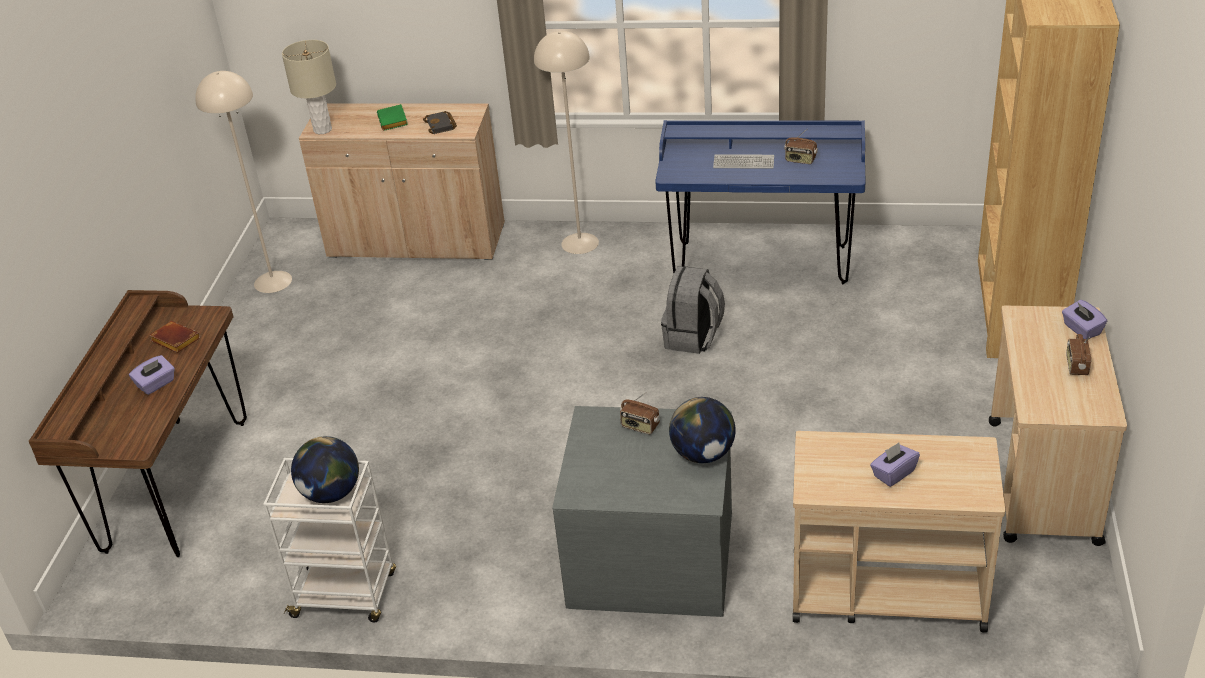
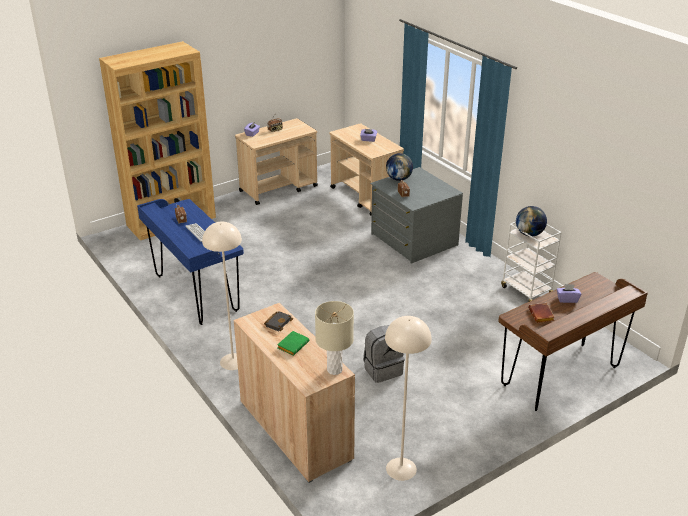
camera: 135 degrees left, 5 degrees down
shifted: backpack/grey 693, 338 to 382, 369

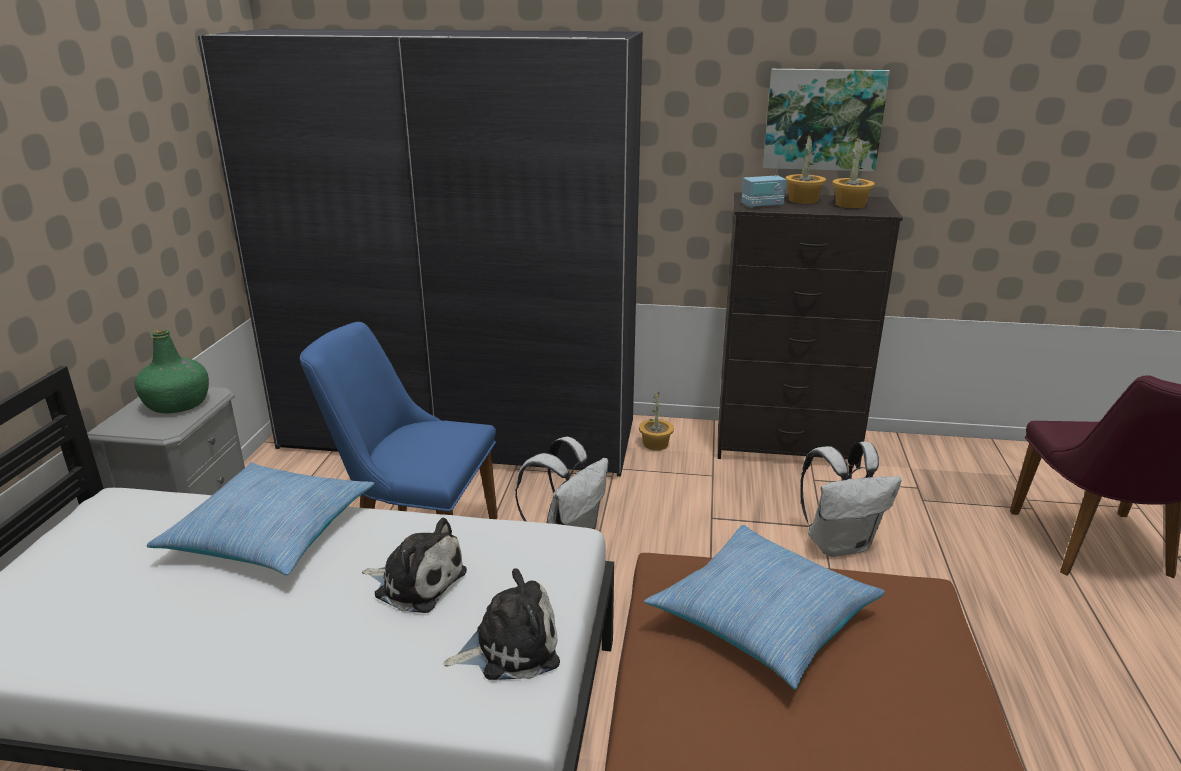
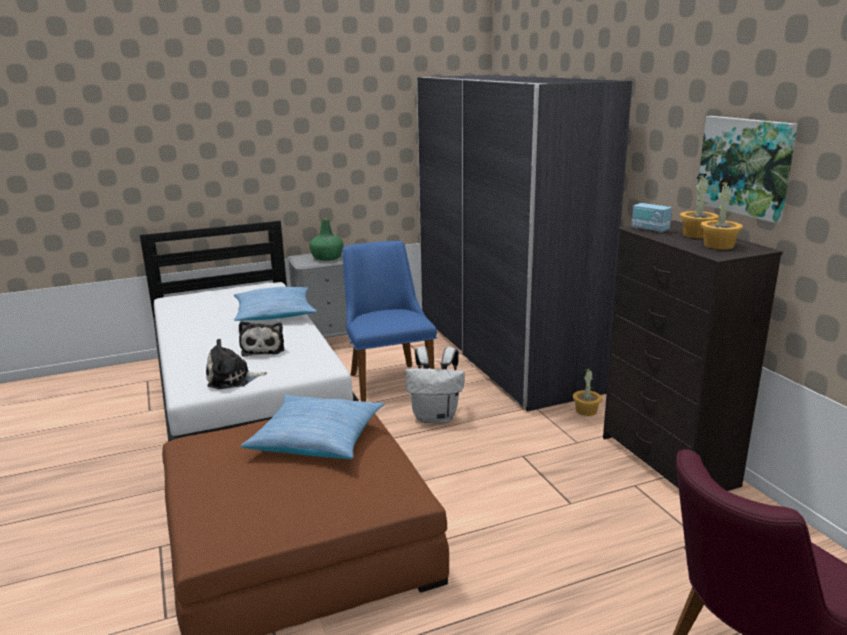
camera: 60 degrees right, 5 degrees down
gone: backpack/white 839, 543
rotated: plush toy 510, 647 = 232, 379 120 degrees clockwise

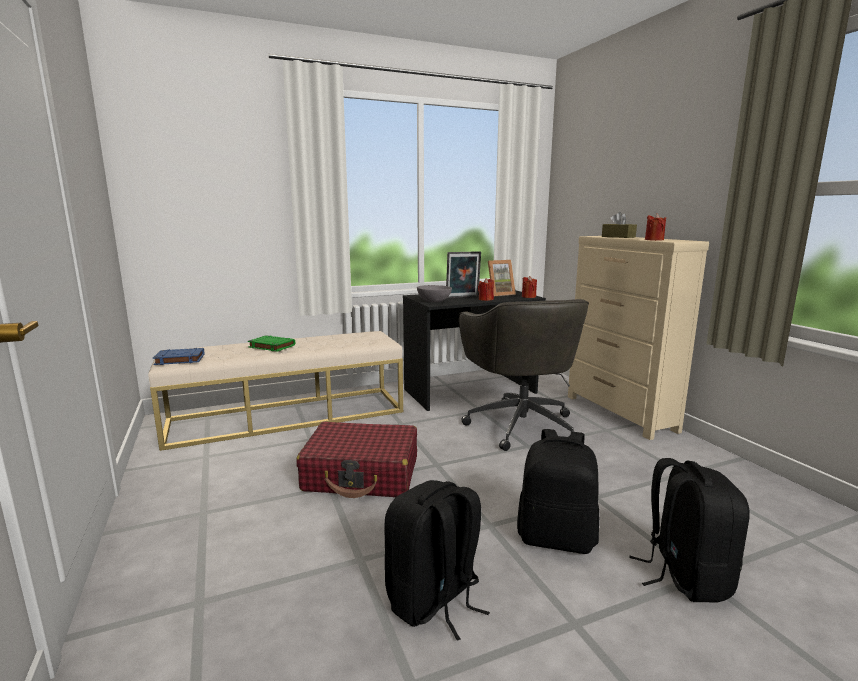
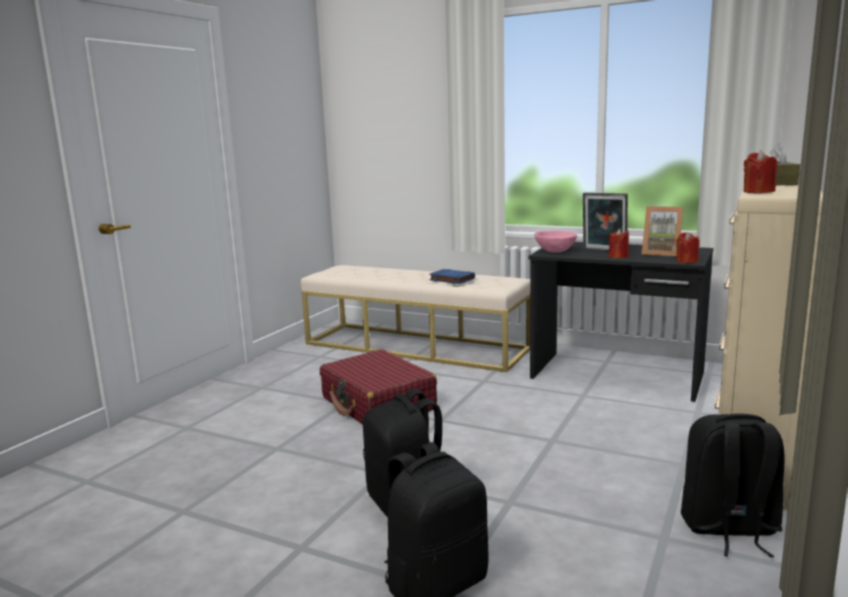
camera: 50 degrees right, 0 degrees up
gone: book/green 271, 346; office chair/grey 520, 424
shifted: book/blue 179, 360 to 451, 279; backpack/black 434, 601 to 729, 529
repainted: bowl/grey 434, 301 to bowl/pink 555, 251

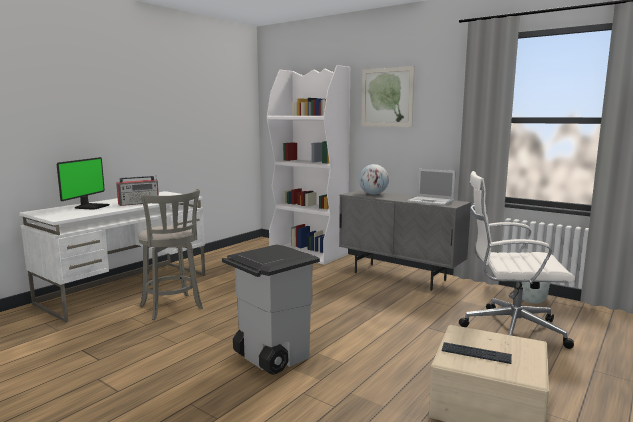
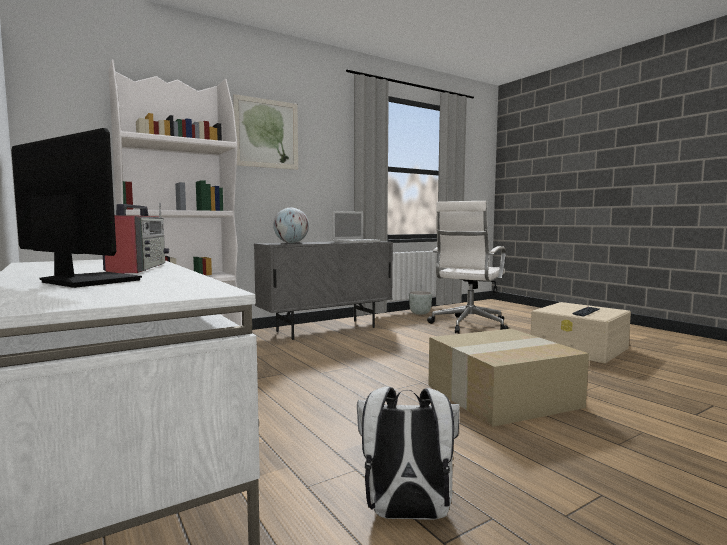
camera: 70 degrees left, 5 degrees down
gone: stool/grey 172, 308
new: backpack/white 406, 515
swapped: trash can/grey 271, 357 to cardboard box 501, 396

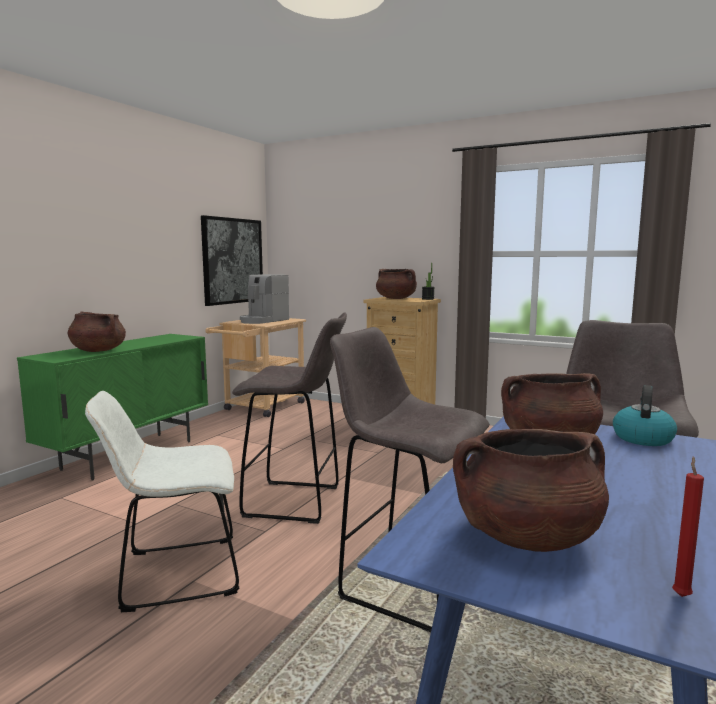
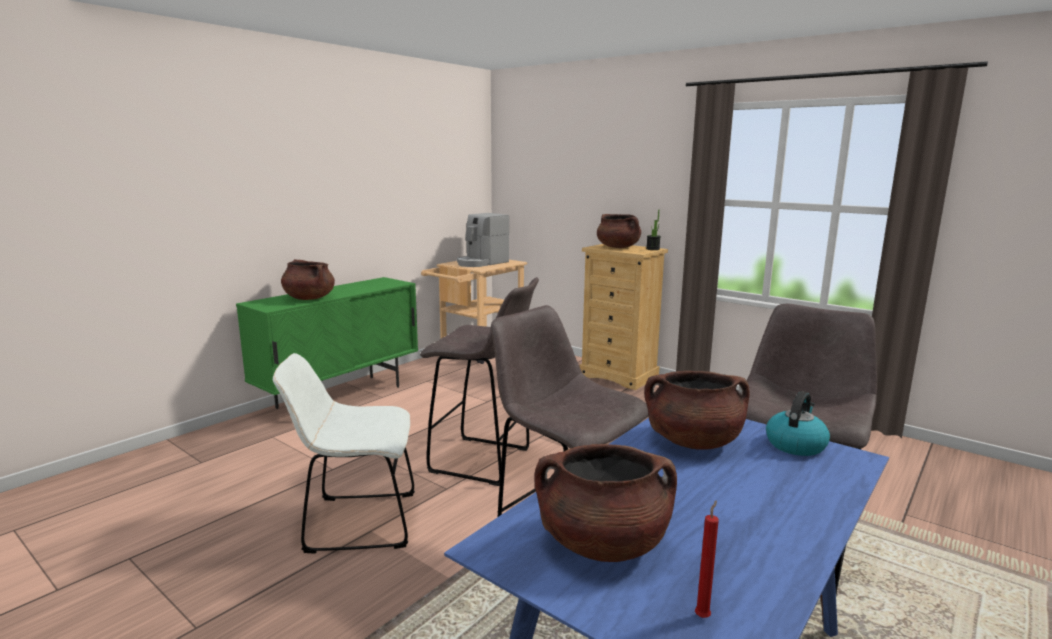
camera: 10 degrees right, 5 degrees up
gone: picture 232, 261

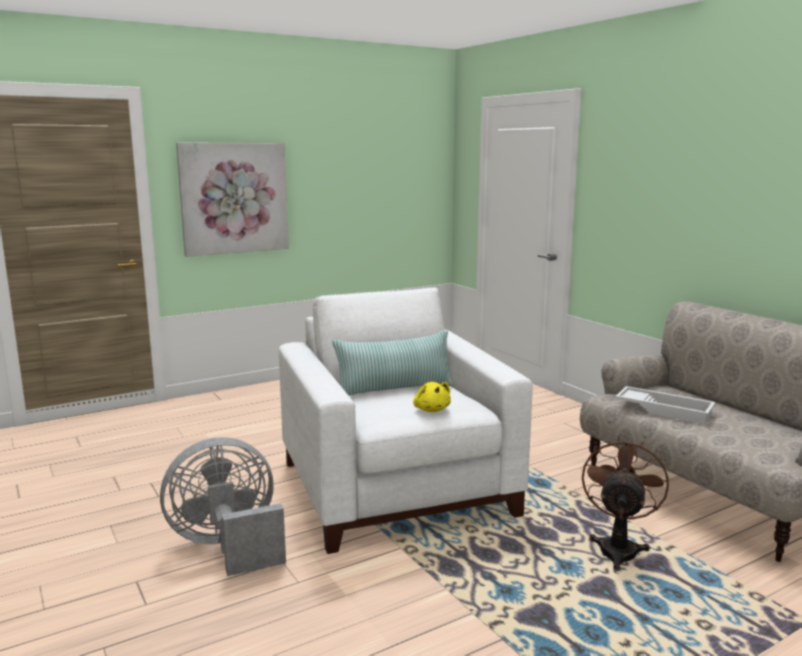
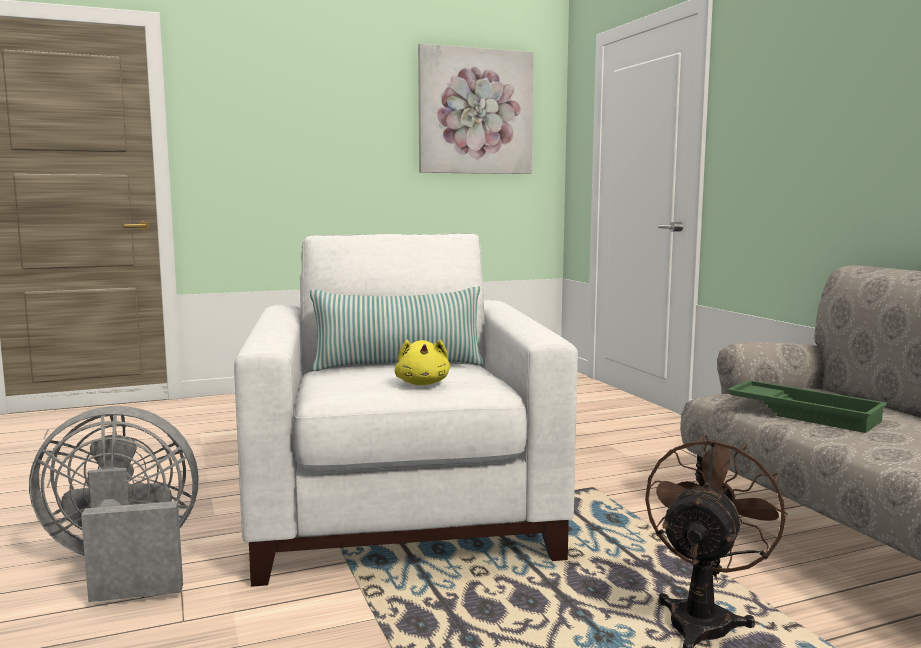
camera: 10 degrees right, 5 degrees down
shifted: picture 234, 198 to 475, 111
repainted: tray/white 665, 410 to tray/green 805, 413

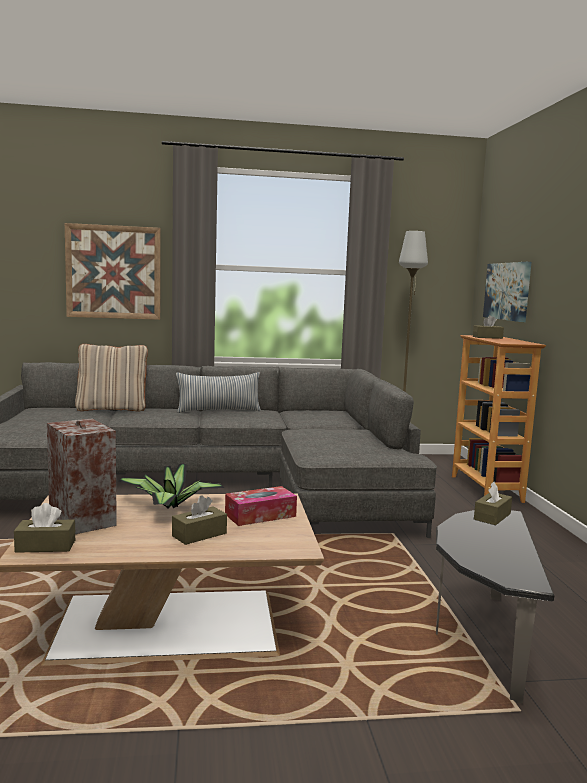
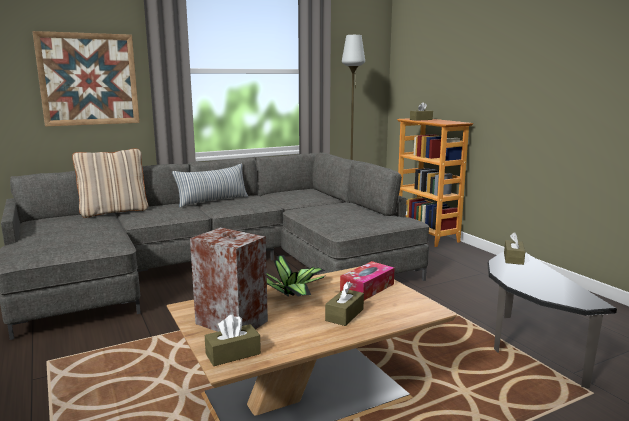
camera: 20 degrees left, 5 degrees up
gone: picture 507, 291

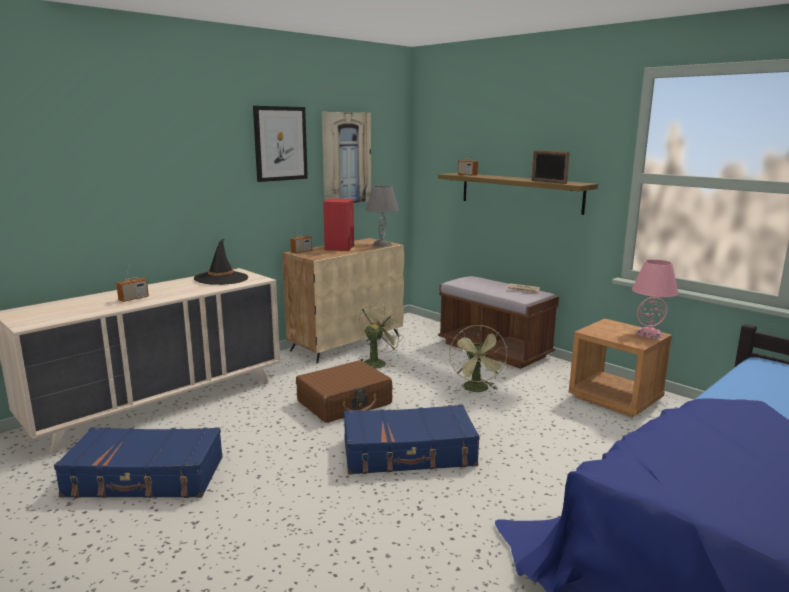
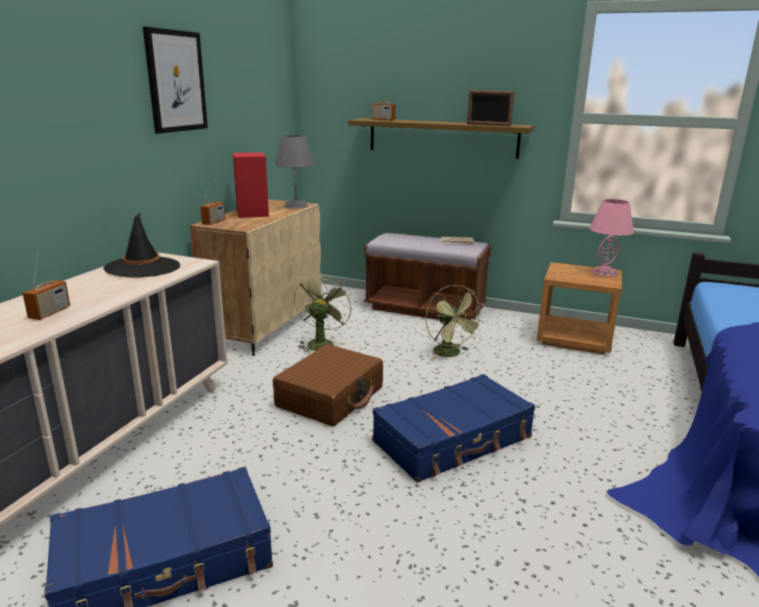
camera: 25 degrees left, 5 degrees up
gone: picture 346, 158

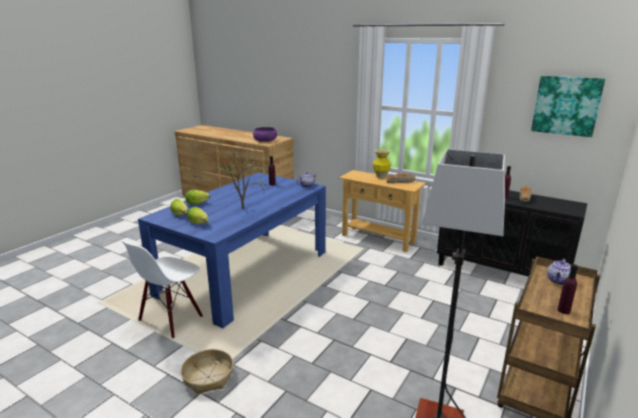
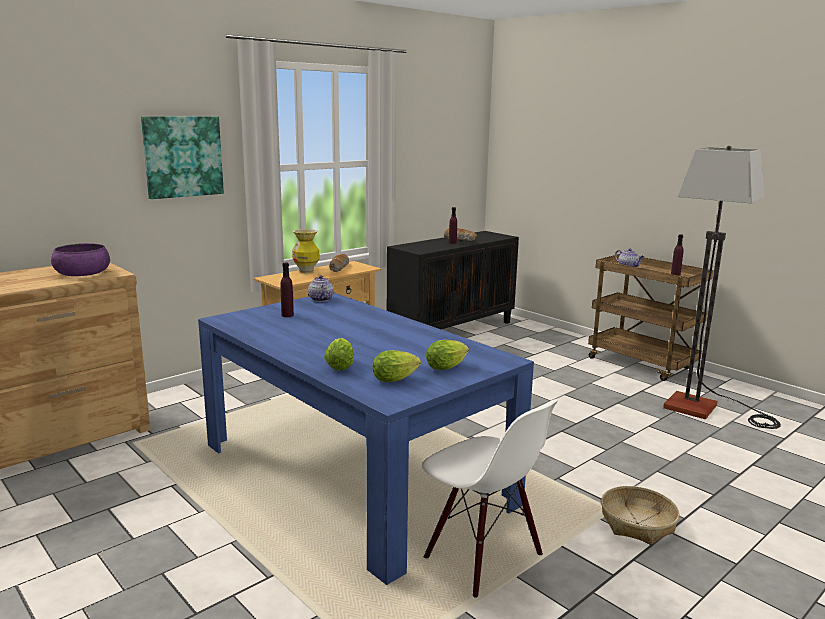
camera: 75 degrees left, 5 degrees down
gone: potted plant 243, 209
shifted: picture 566, 105 to 183, 156

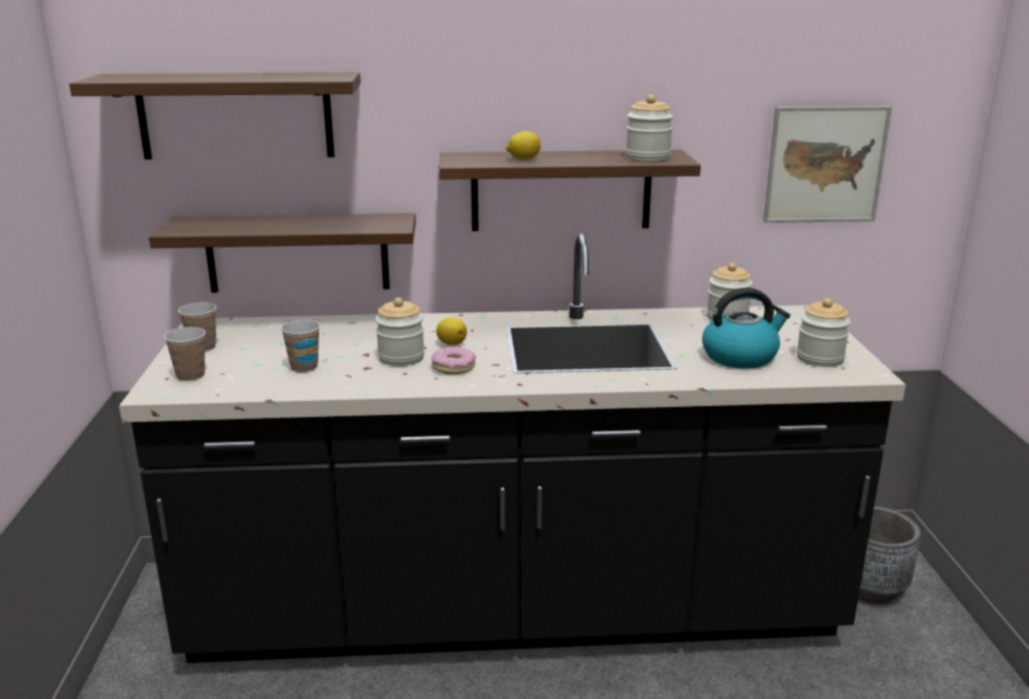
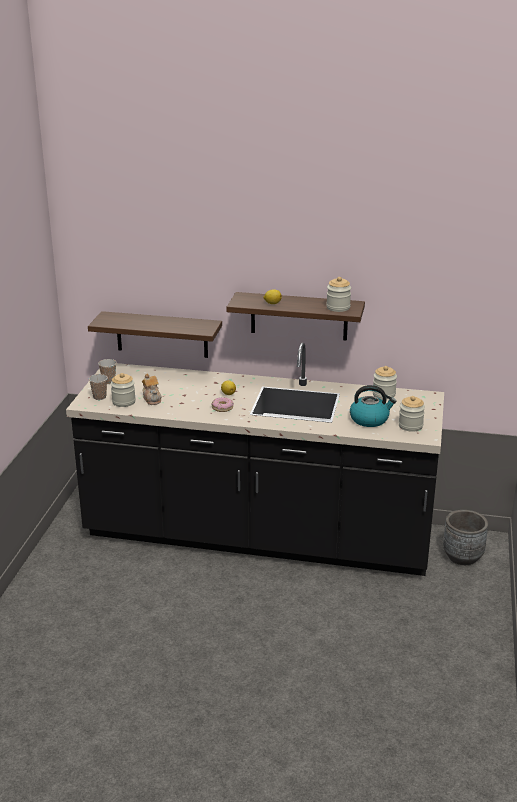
camera: 15 degrees right, 5 degrees up
gone: shelf 235, 116; picture 825, 164
shifted: jar 401, 357 to 123, 402
swapped: cup 304, 367 to teapot 152, 399

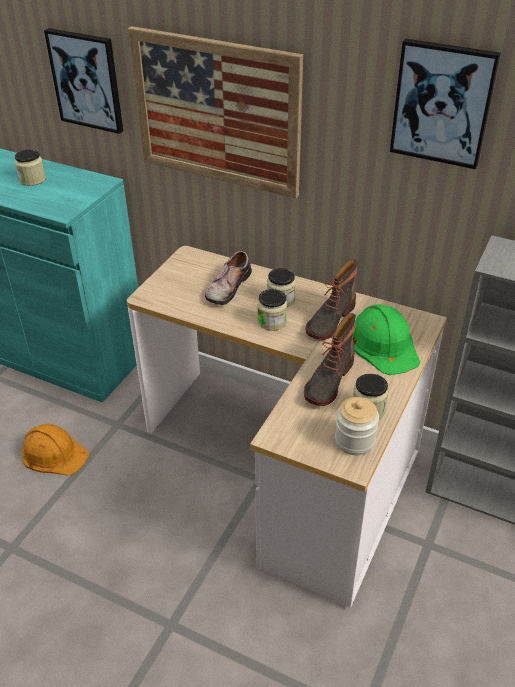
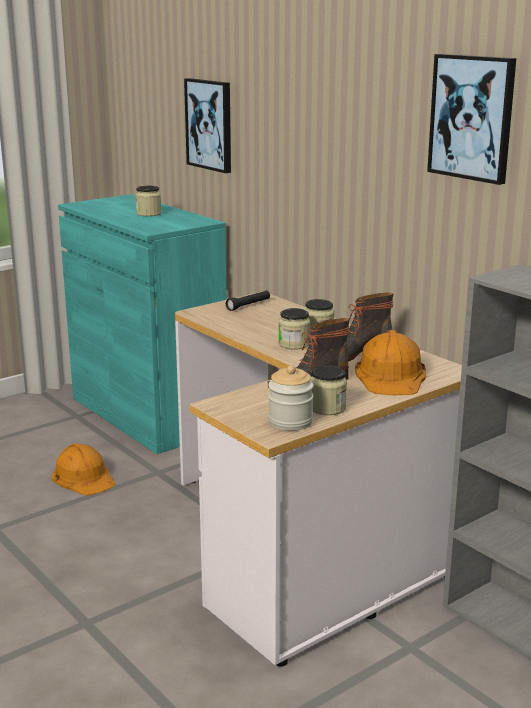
camera: 25 degrees right, 20 degrees down
gone: picture 216, 112; shoe 227, 287
new: flashlight/black 248, 305
repainted: hard hat/green 383, 344 to hard hat/orange 391, 376

